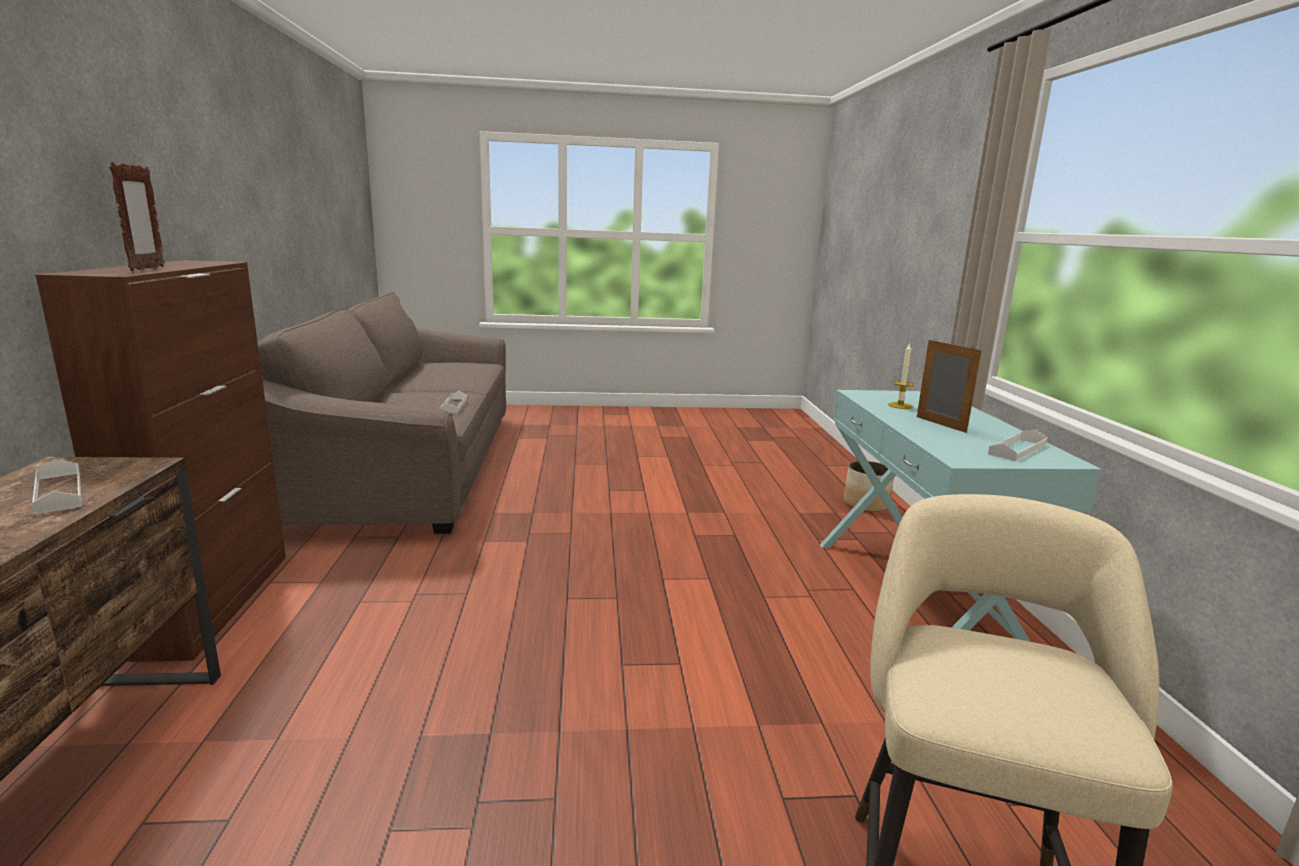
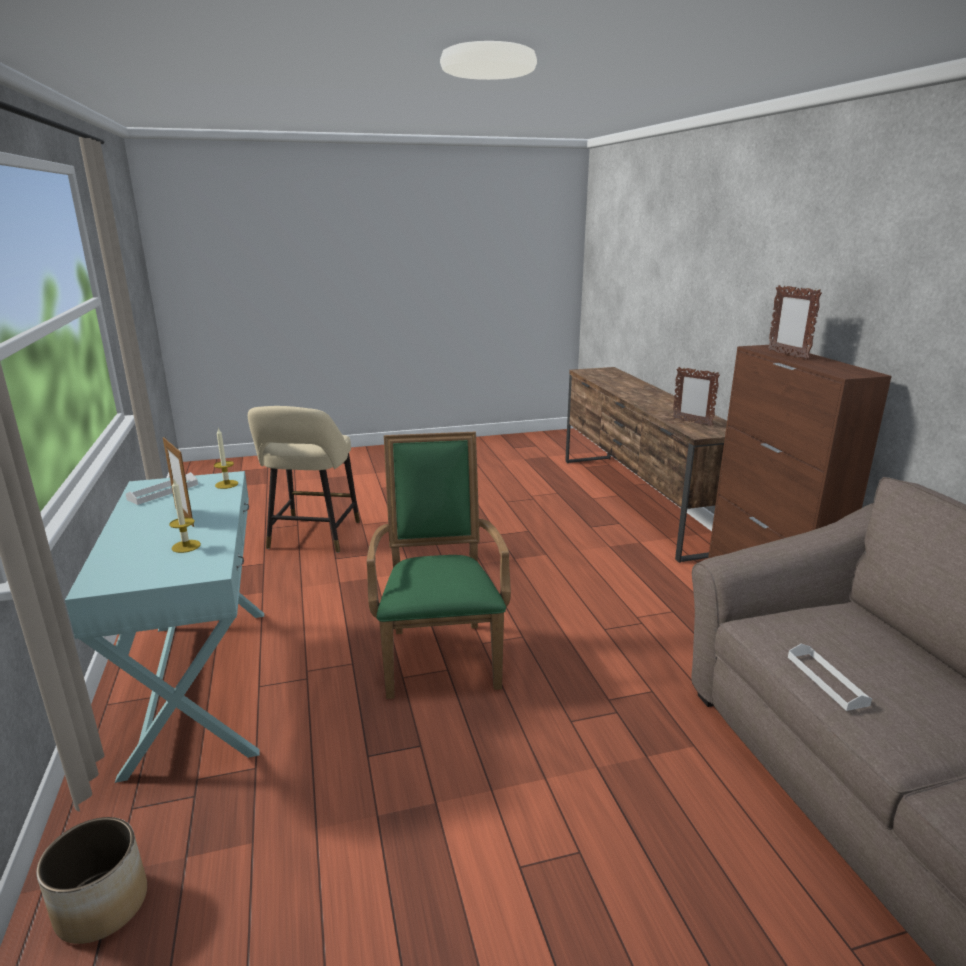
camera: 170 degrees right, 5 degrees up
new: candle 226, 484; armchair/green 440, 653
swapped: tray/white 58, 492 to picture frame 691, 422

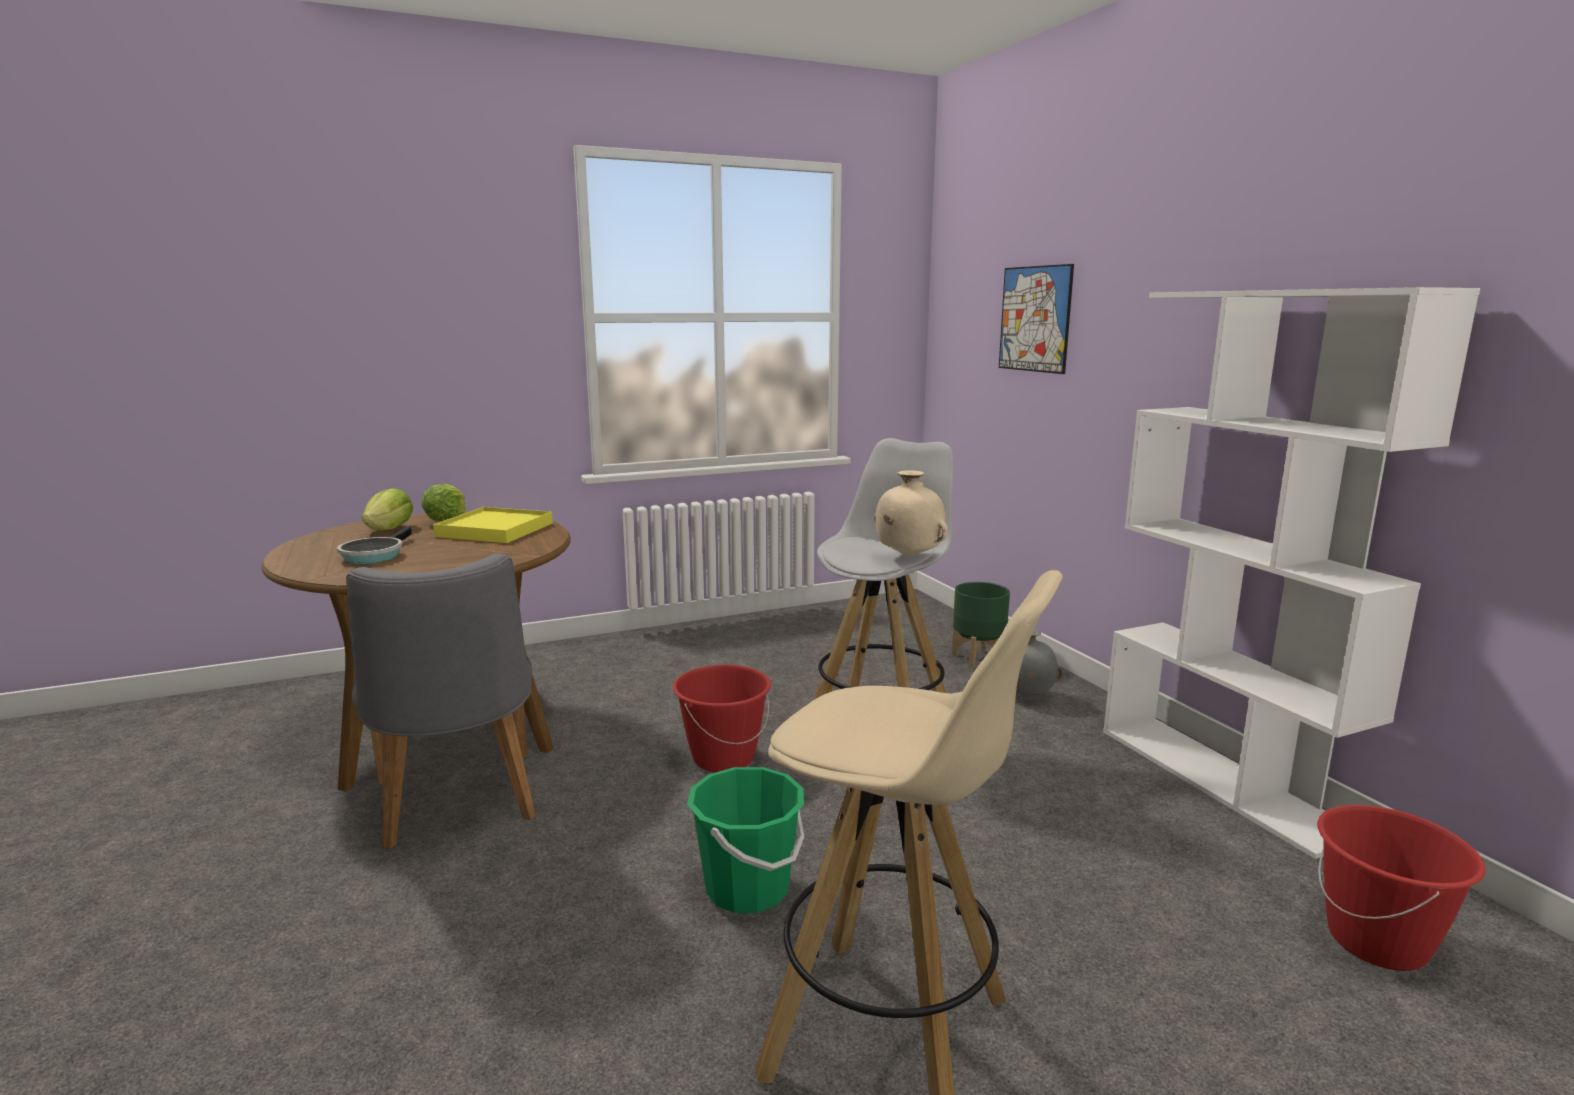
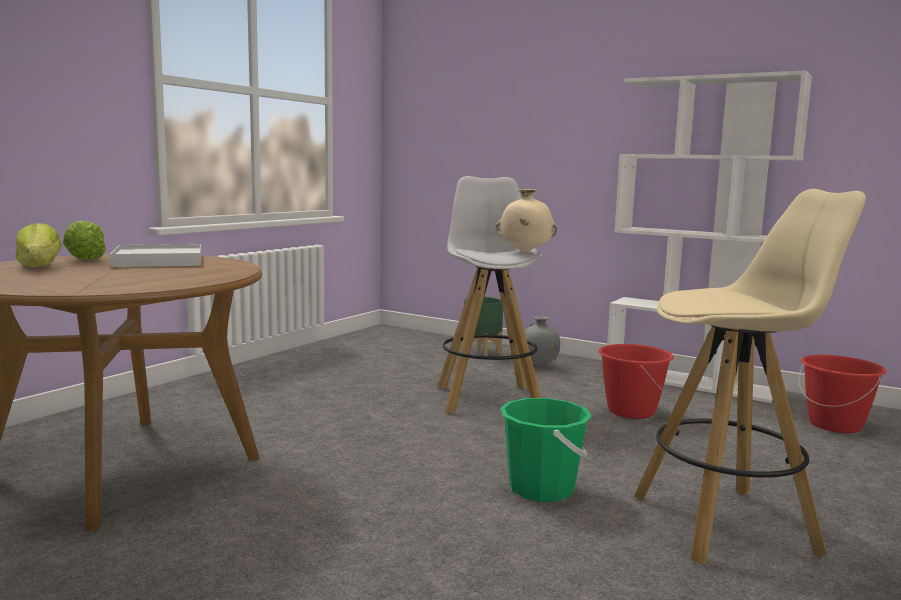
camera: 35 degrees left, 5 degrees down
gone: frying pan 374, 555; chair/grey 458, 807; picture 1034, 319
shifted: bucket/red 723, 758 to 631, 411
repainted: tray/yellow 495, 530 to tray/white 159, 261

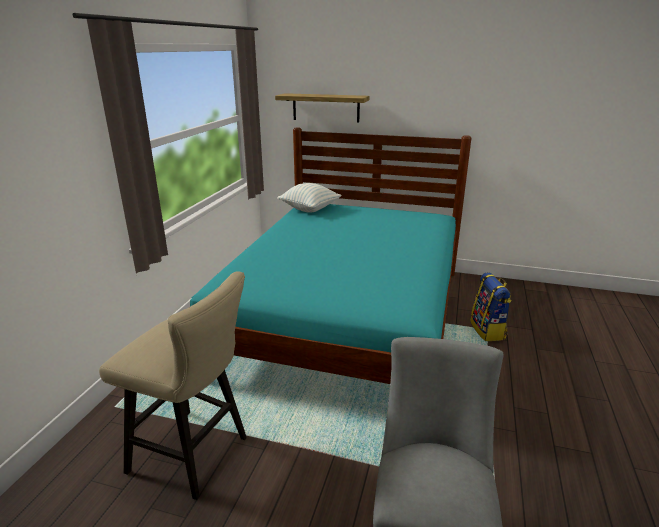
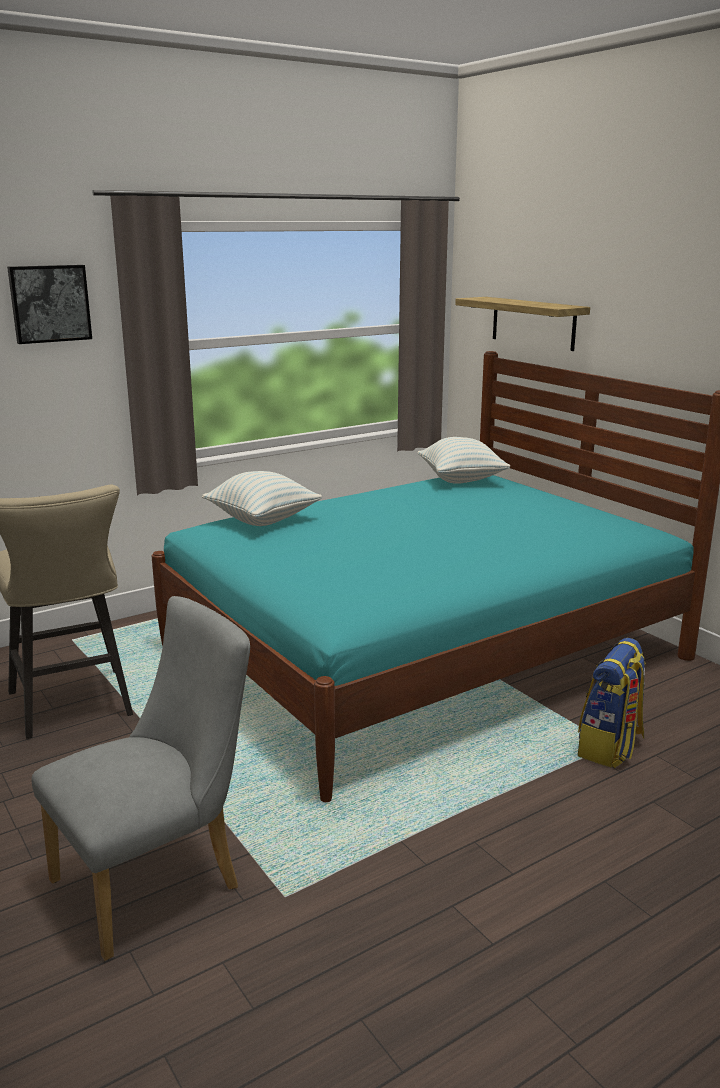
camera: 40 degrees right, 5 degrees down
new: picture 49, 303; pillow 263, 520

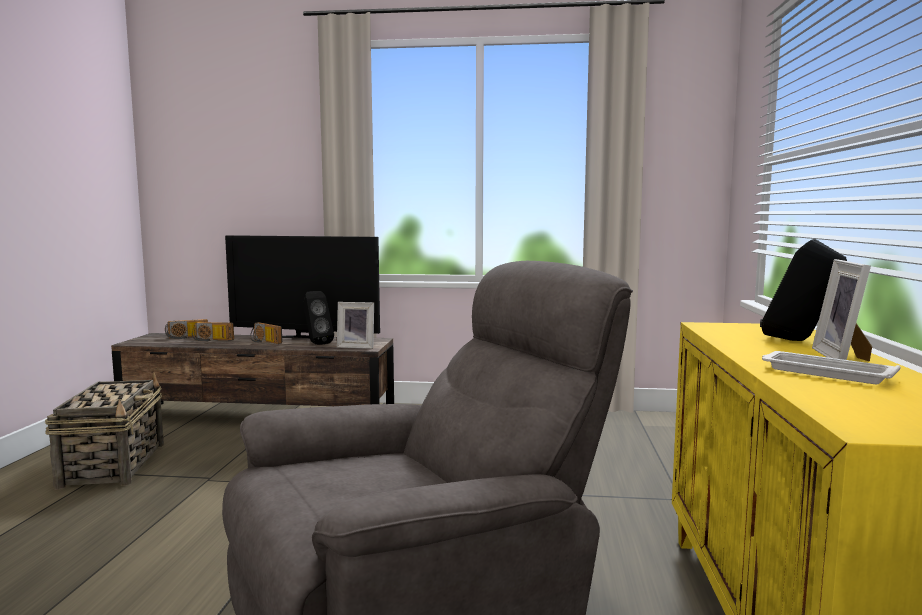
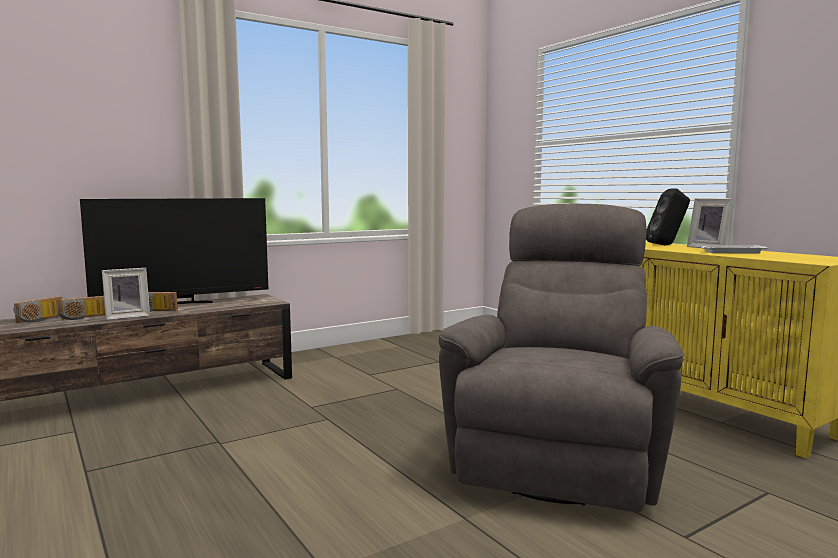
camera: 40 degrees left, 0 degrees up
gone: basket 114, 464; speaker/black 316, 344
shifted: picture frame 357, 346 to 127, 316

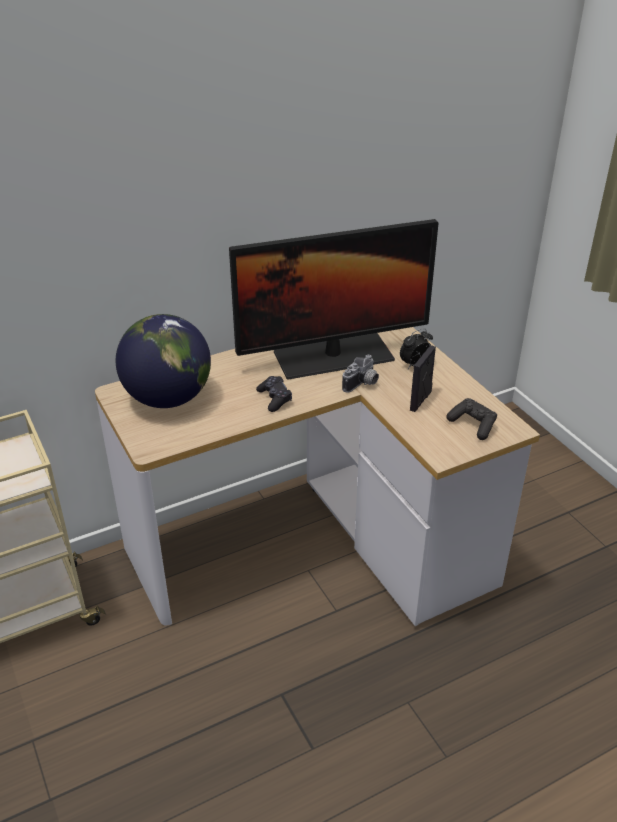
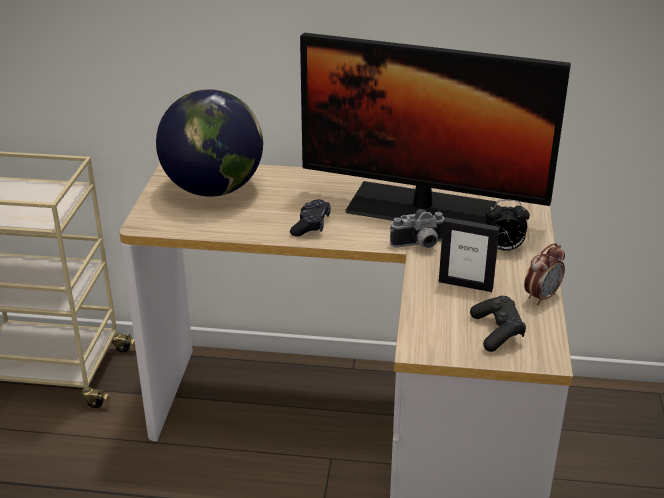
camera: 35 degrees right, 5 degrees down
new: alarm clock 541, 297
rotated: picture frame 421, 400 = 465, 284 135 degrees counterclockwise

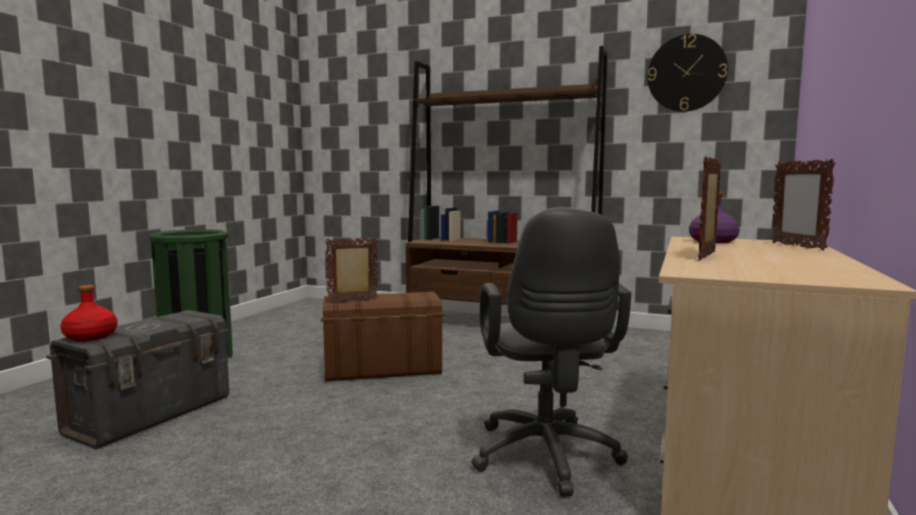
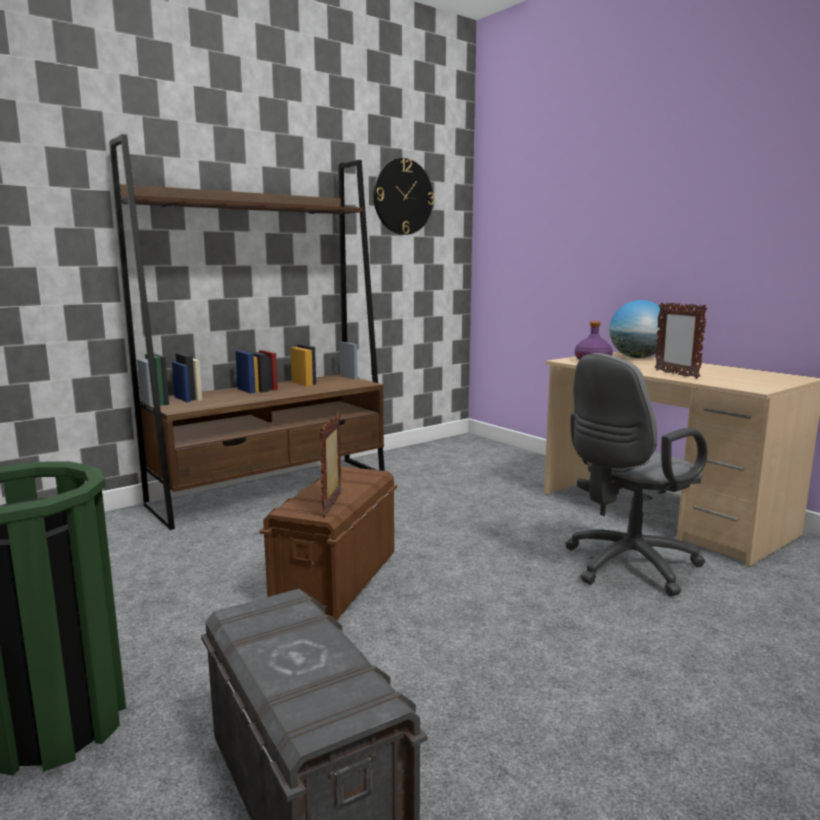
camera: 60 degrees left, 5 degrees up
gone: bottle/red 90, 337
swapped: picture frame 797, 246 to globe 637, 357
rotated: office chair/grey 546, 459 = 625, 567 120 degrees clockwise

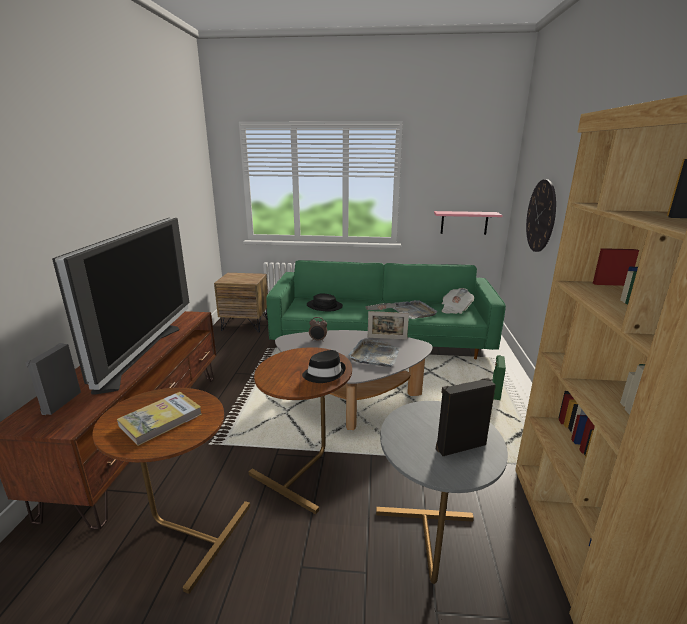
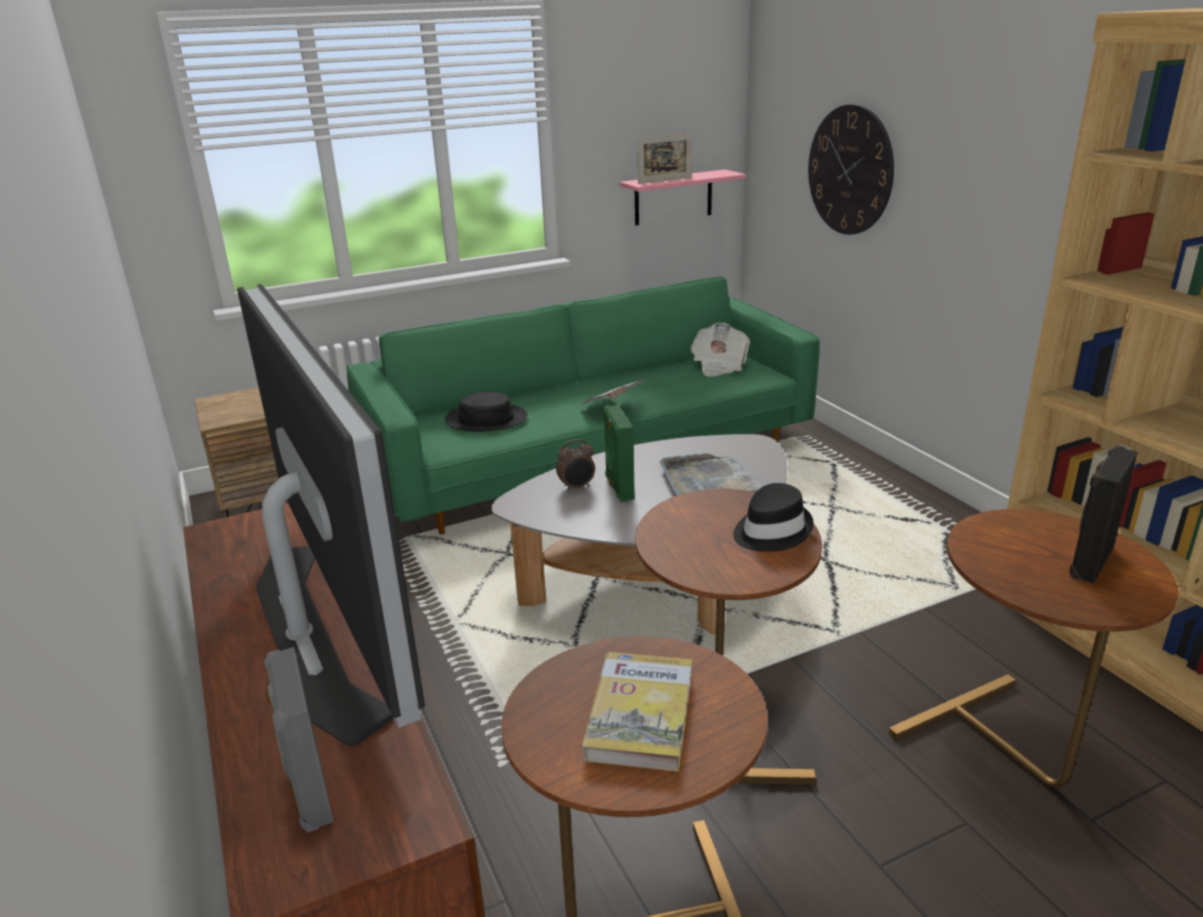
camera: 30 degrees left, 5 degrees up
gone: tray/grey 413, 311
shifted: picture frame 387, 338 to 665, 180; speaker/green 495, 393 to 618, 488
repainted: side table/grey 428, 553 to side table/brown 1009, 754

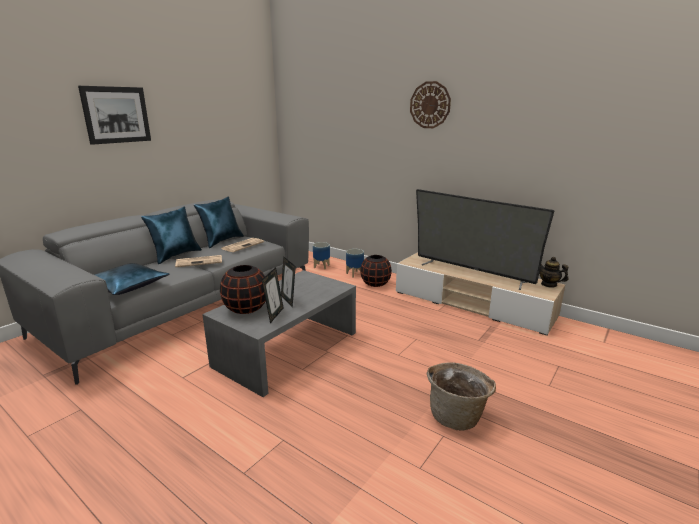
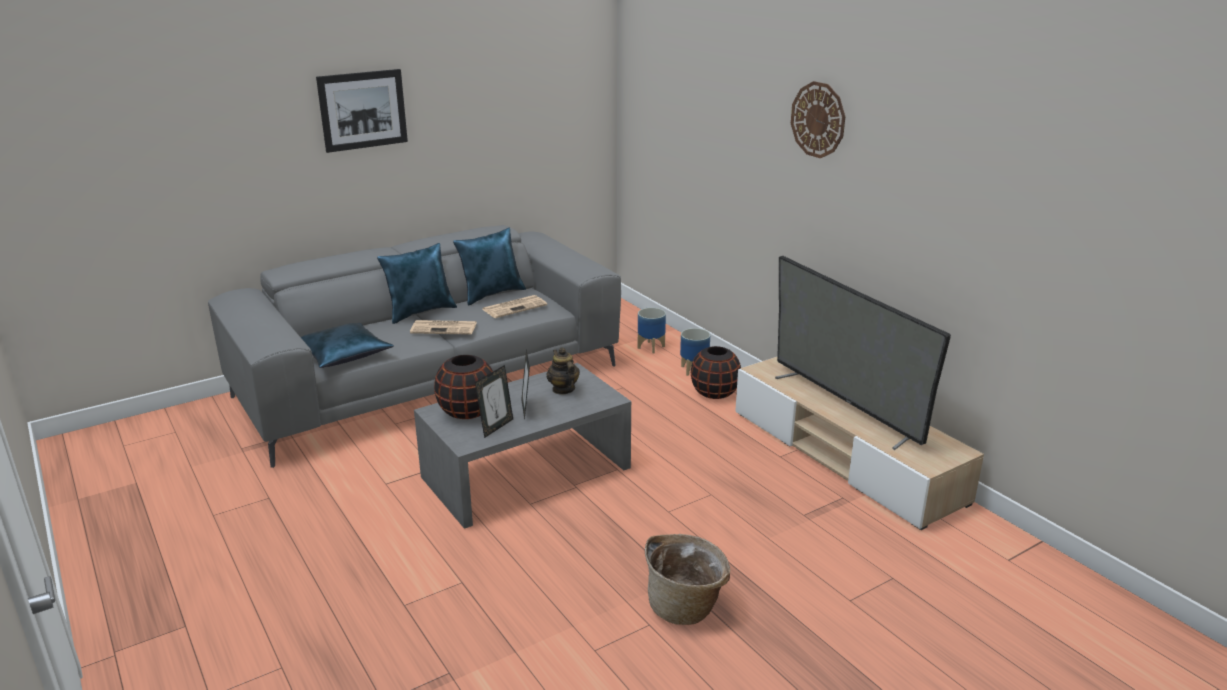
camera: 20 degrees right, 5 degrees up
shifted: teapot 549, 284 to 563, 389

